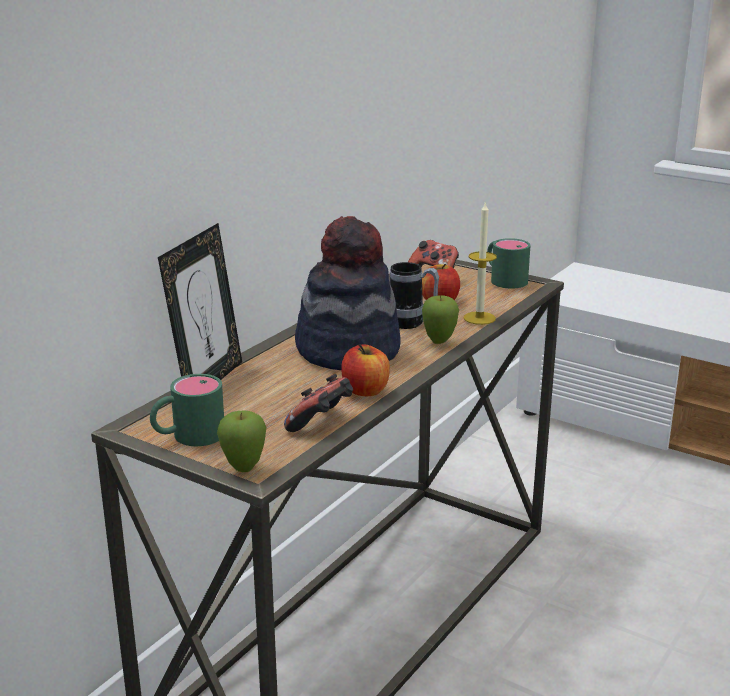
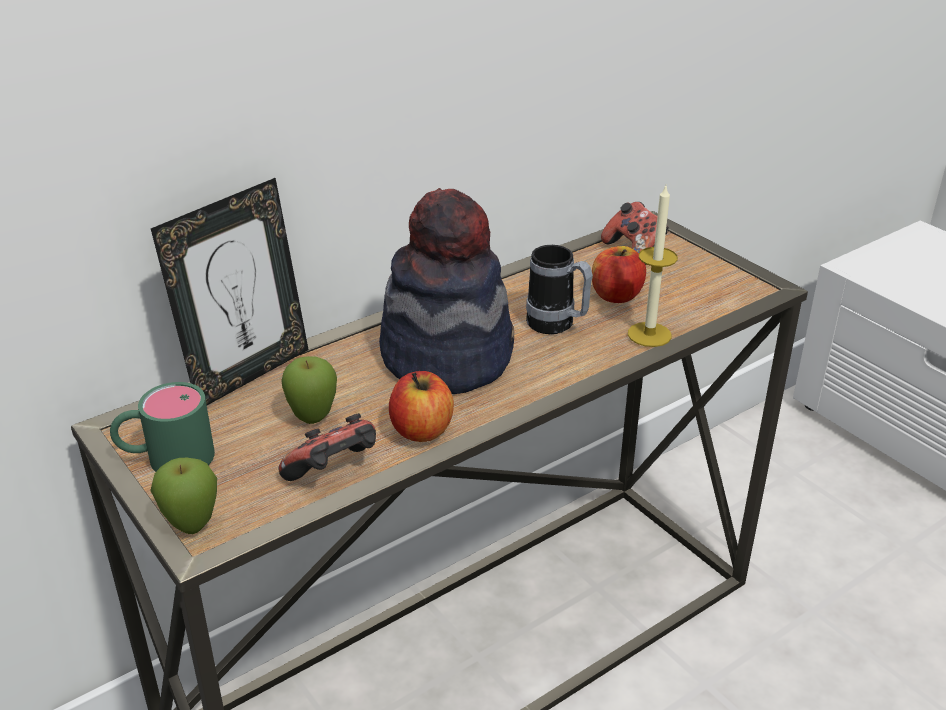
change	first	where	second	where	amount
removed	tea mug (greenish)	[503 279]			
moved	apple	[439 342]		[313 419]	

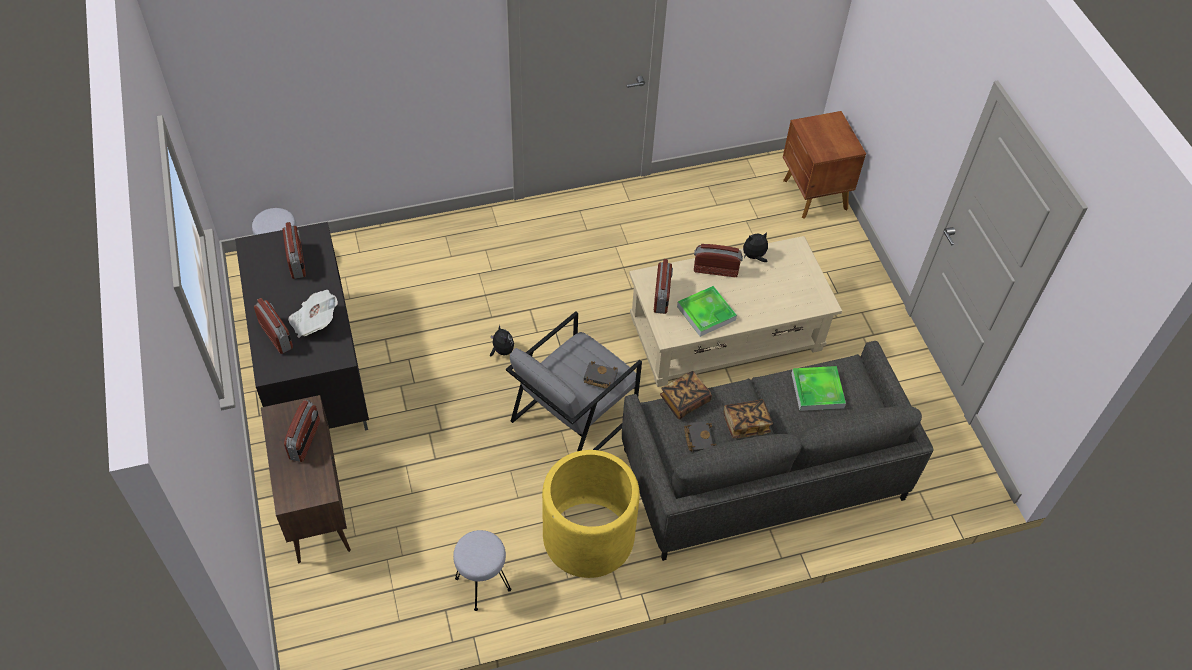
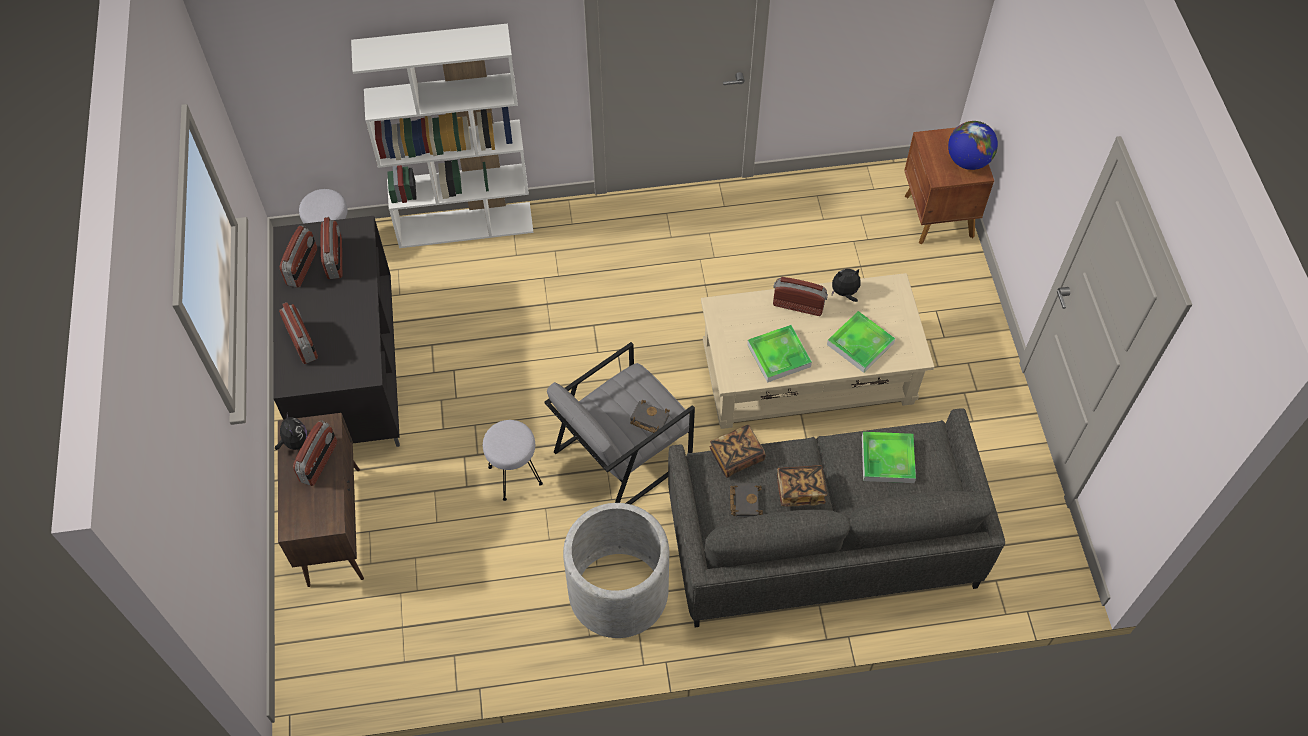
change	first	where	second	where	amount
removed	newspaper	[314 322]			
added			shelving unit (white)	[465 225]	
added			carrying tray	[860 344]	
added			world globe	[968 161]	
moved	sitting stool (greyish)	[482 584]		[514 476]	
moved	cuddly toy	[502 351]		[295 442]	
moved	radio	[662 296]		[302 267]	
recoloured	flower pot (yellowish)	[588 537]	flower pot (greyish)	[618 592]	

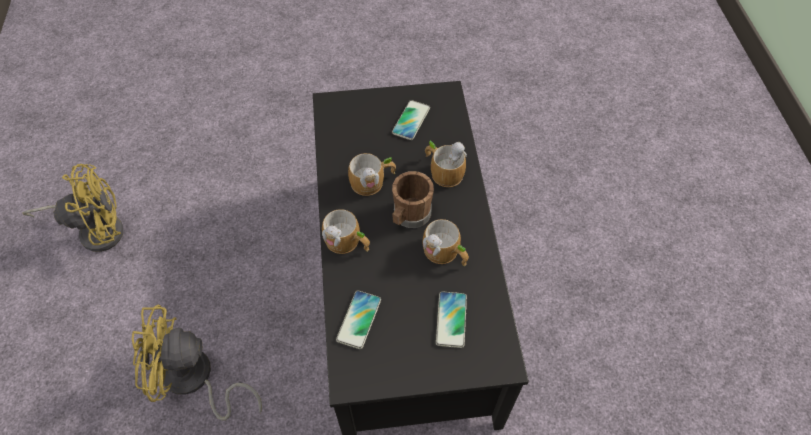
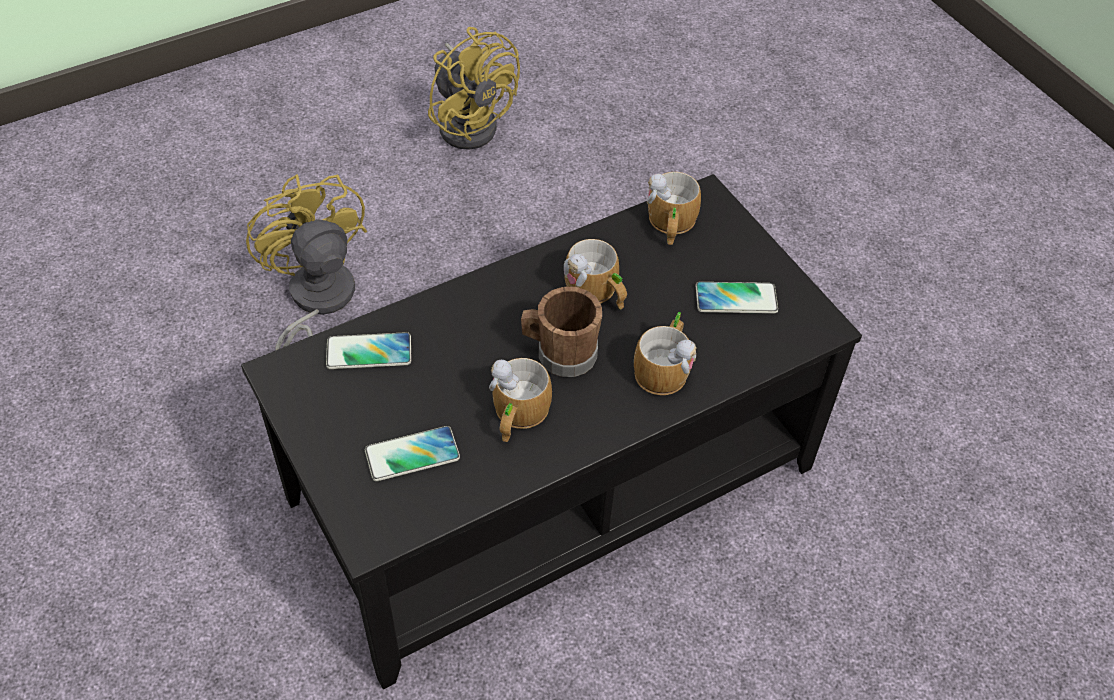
change	first	where	second	where	amount
moved	tea mug	[347 243]		[670 224]	

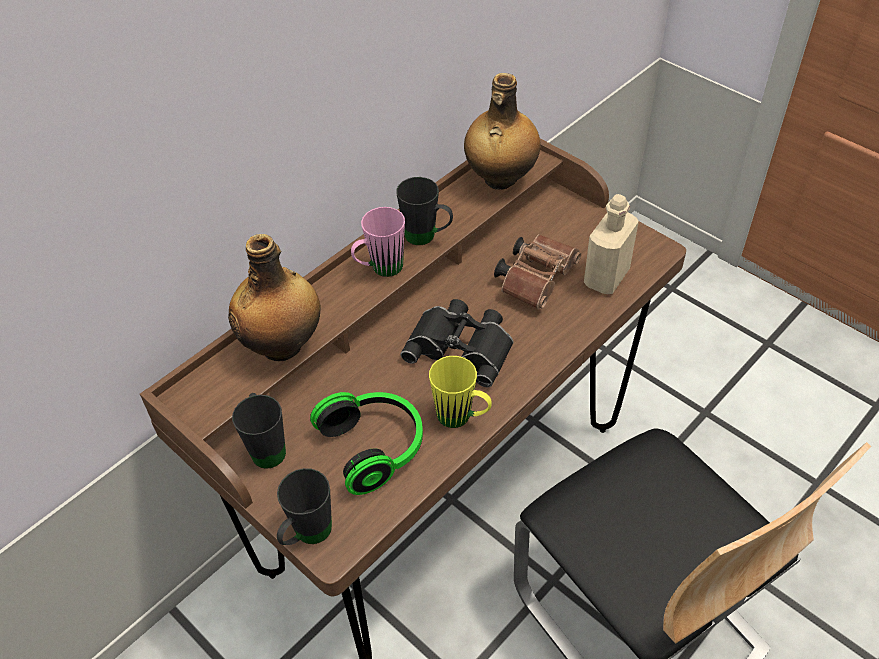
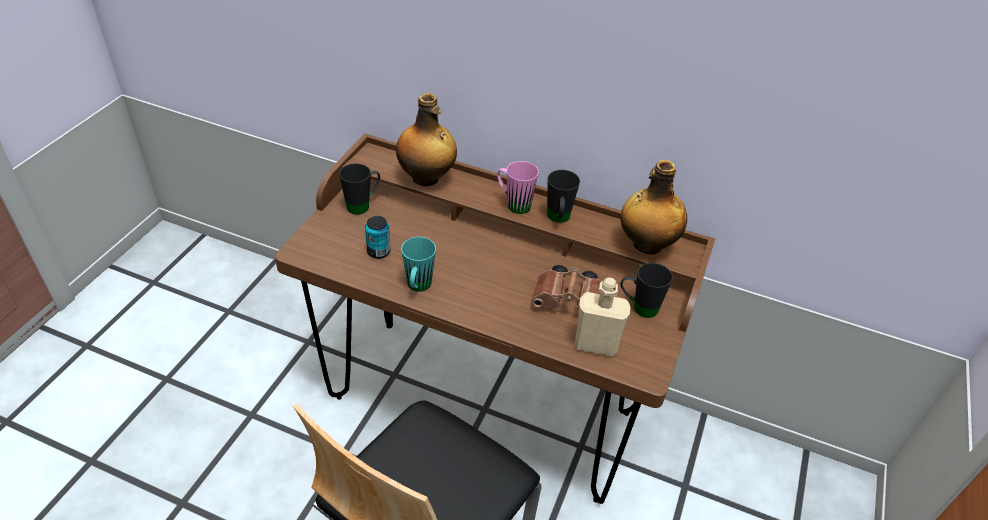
change	first	where	second	where	amount
removed	binoculars (black-coloured)	[462 345]			
moved	tea mug (black-coloured)	[307 536]		[638 307]	
replaced	headphones	[375 447]	can	[378 252]	
recoloured	tea mug (yellowish)	[462 418]	tea mug (turquoise)	[417 288]	

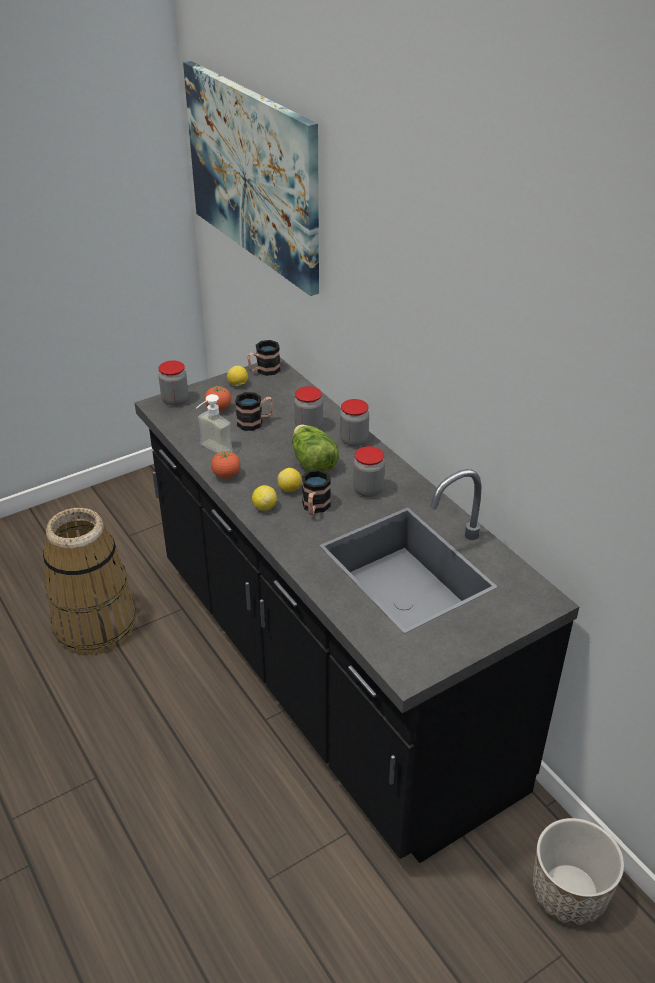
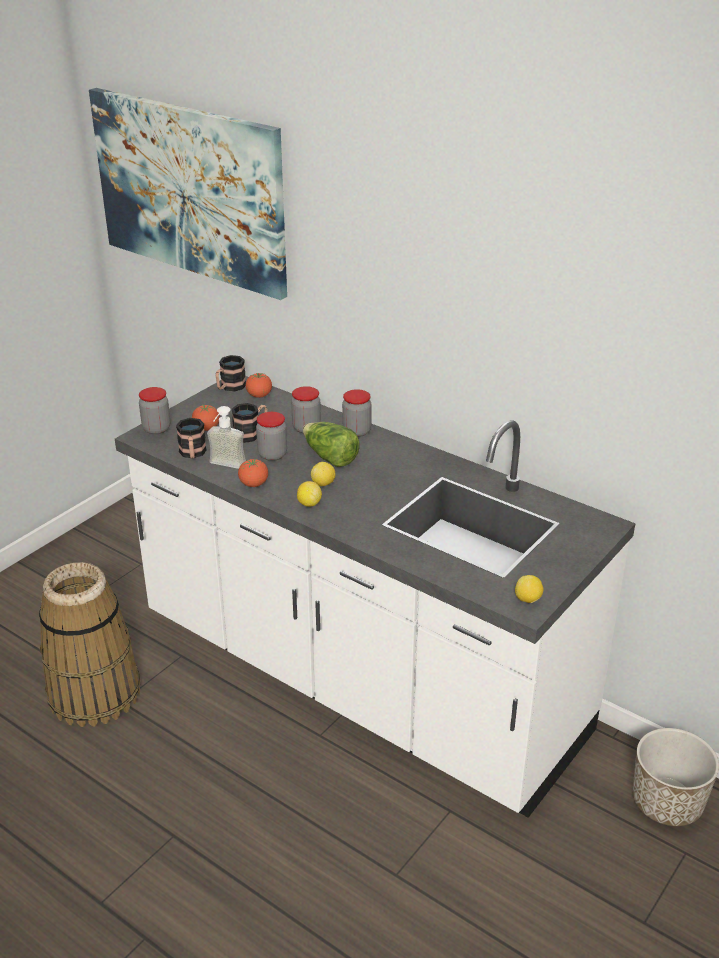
change	first	where	second	where	amount
added			fresh tomato	[259 396]	
moved	whole lemon	[238 385]		[528 600]	
moved	tea mug	[315 508]		[192 454]	
moved	storage jar	[368 490]		[272 455]	
recoloured	kitchen counter (black-coloured)	[327 673]	kitchen counter (white)	[359 678]	

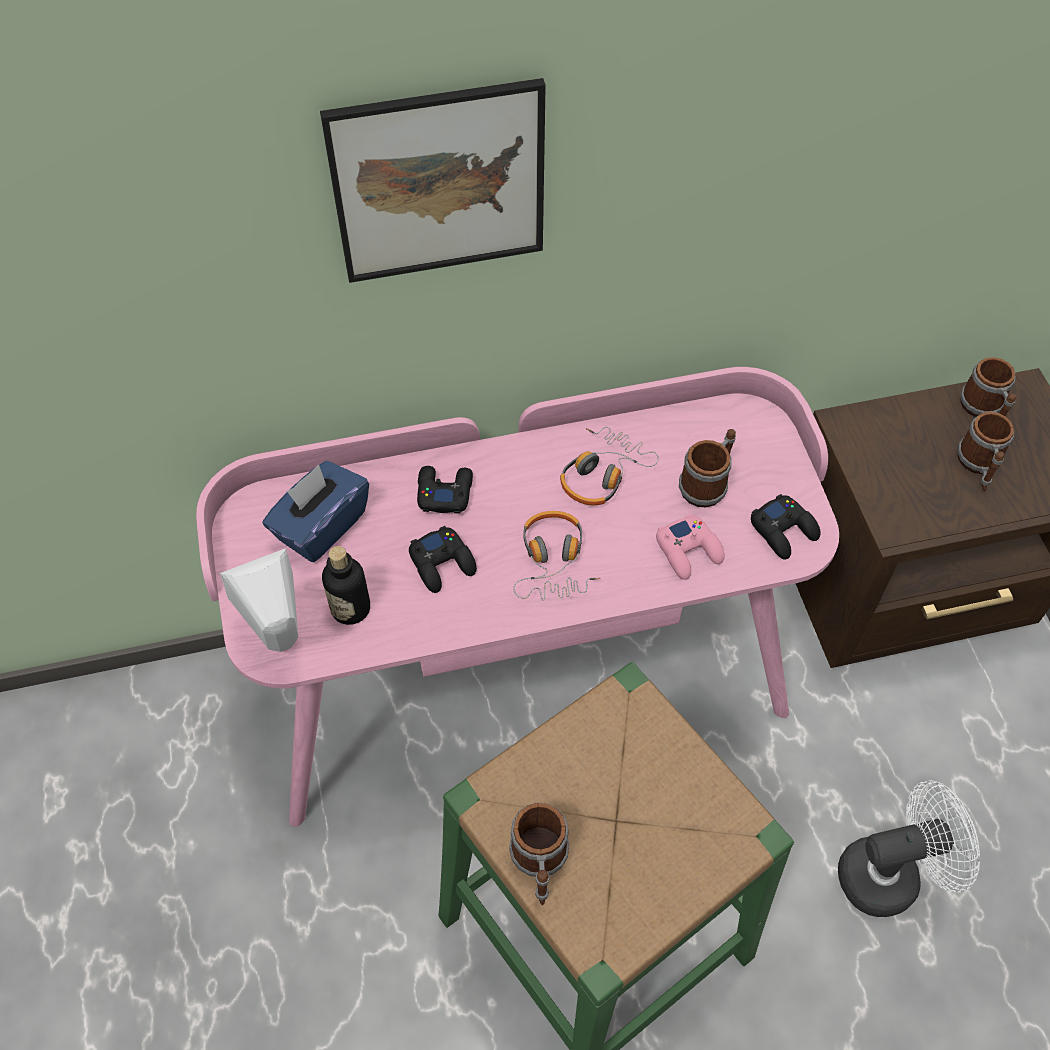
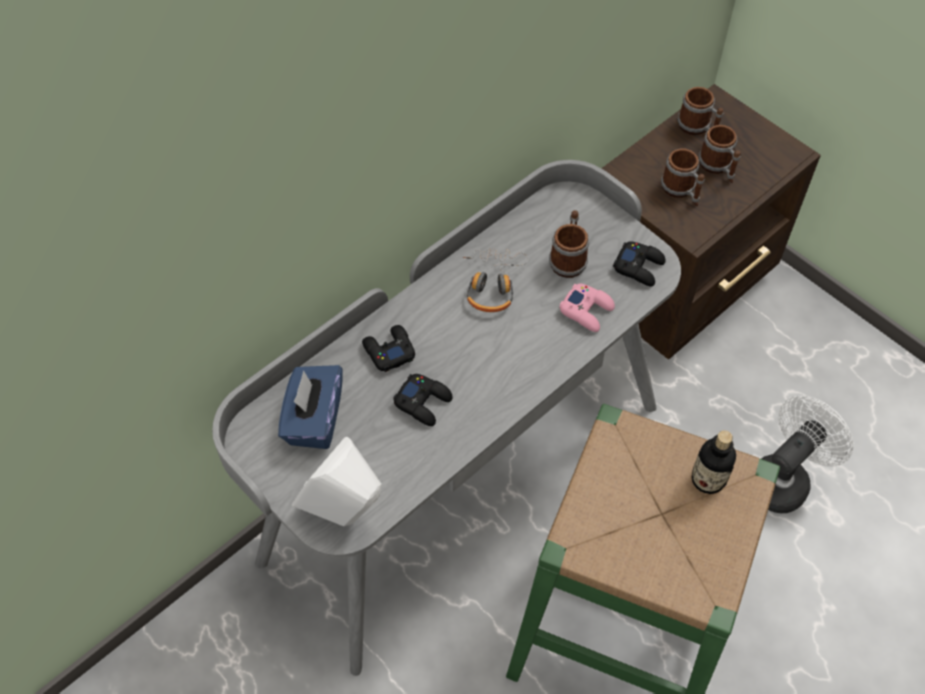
change	first	where	second	where	amount
removed	picture	[439 183]			
removed	headphones	[553 562]			
moved	bottle	[350 608]		[708 479]	
moved	tea mug	[539 863]		[681 191]	
recoloured	desk unit (pink)	[524 682]	desk unit (greyish)	[461 479]	

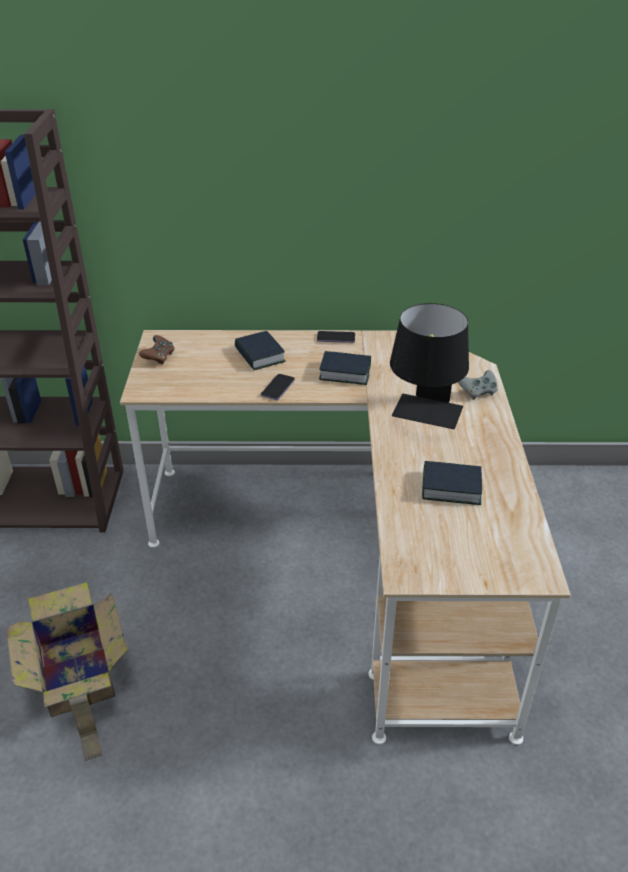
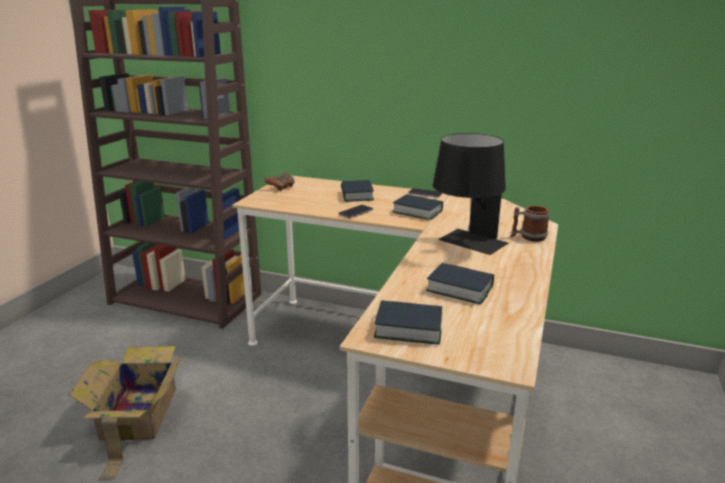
change	first	where	second	where	amount
added			volume	[408 328]	
replaced	gamepad (greyish)	[477 392]	tea mug	[528 237]	

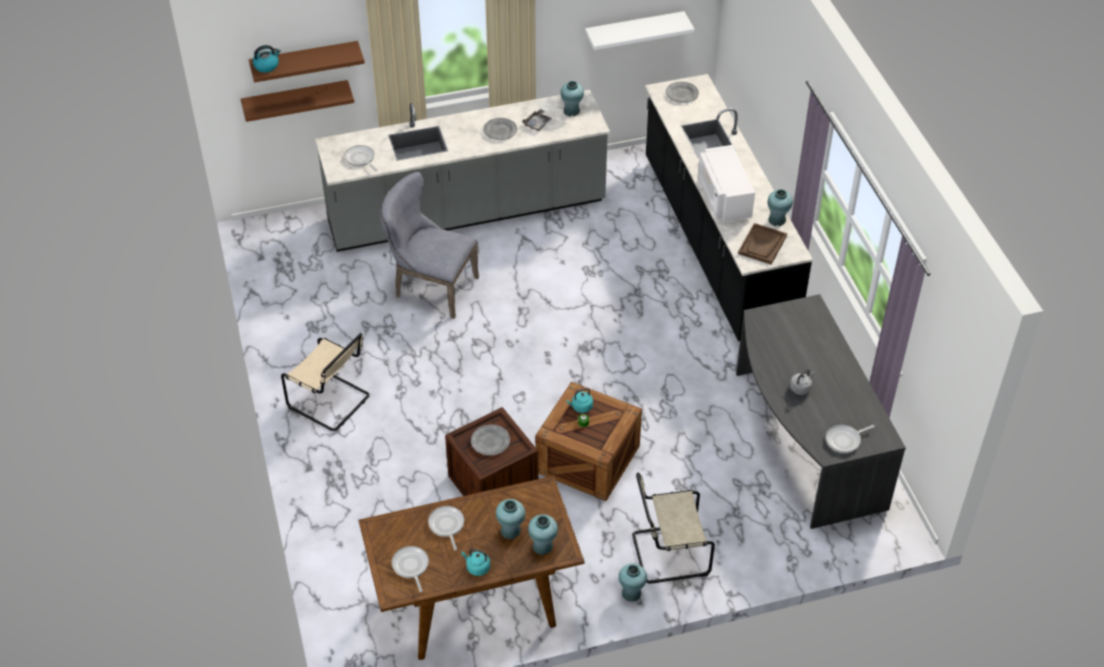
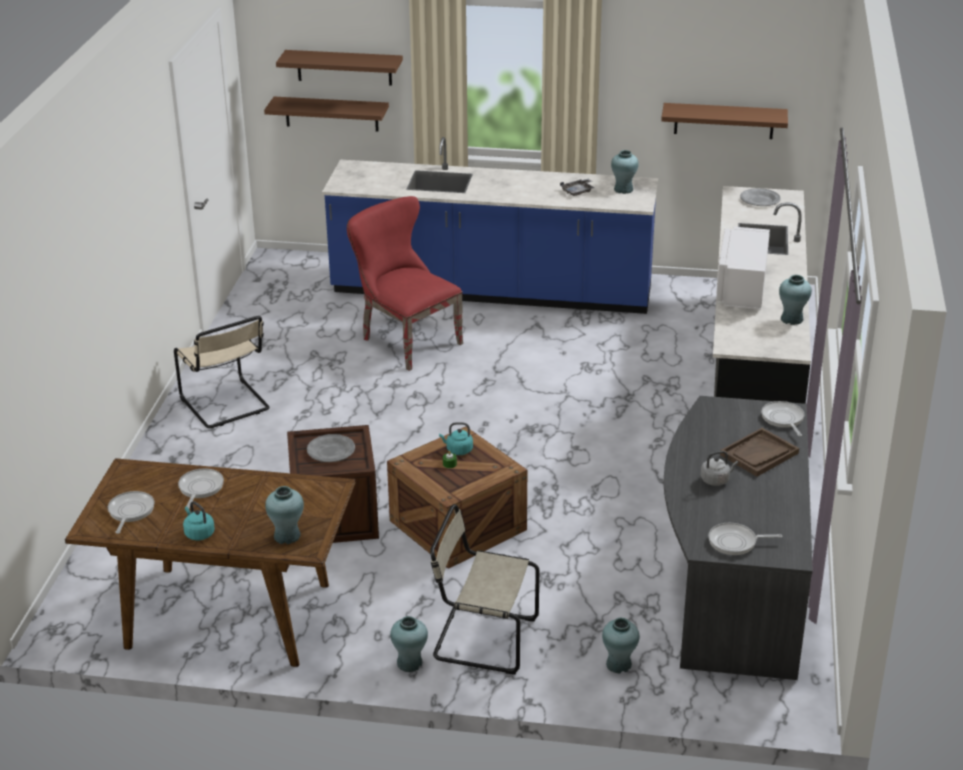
change	first	where	second	where	amount
removed	tea kettle	[266 66]			
removed	flat dish (greyish)	[500 131]			
moved	frying pan	[360 159]		[783 419]	
moved	decorative vase (turquoise)	[510 530]		[619 664]	
moved	carrying tray (brown)	[762 245]		[759 454]	
recoloured	kitchen counter (greyish)	[467 213]	kitchen counter (bluish)	[491 292]	
recoloured	plain chair (greyish)	[430 287]	plain chair (reddish)	[405 340]	
recoloured	shelf (white)	[634 30]	shelf (brown)	[724 121]	

